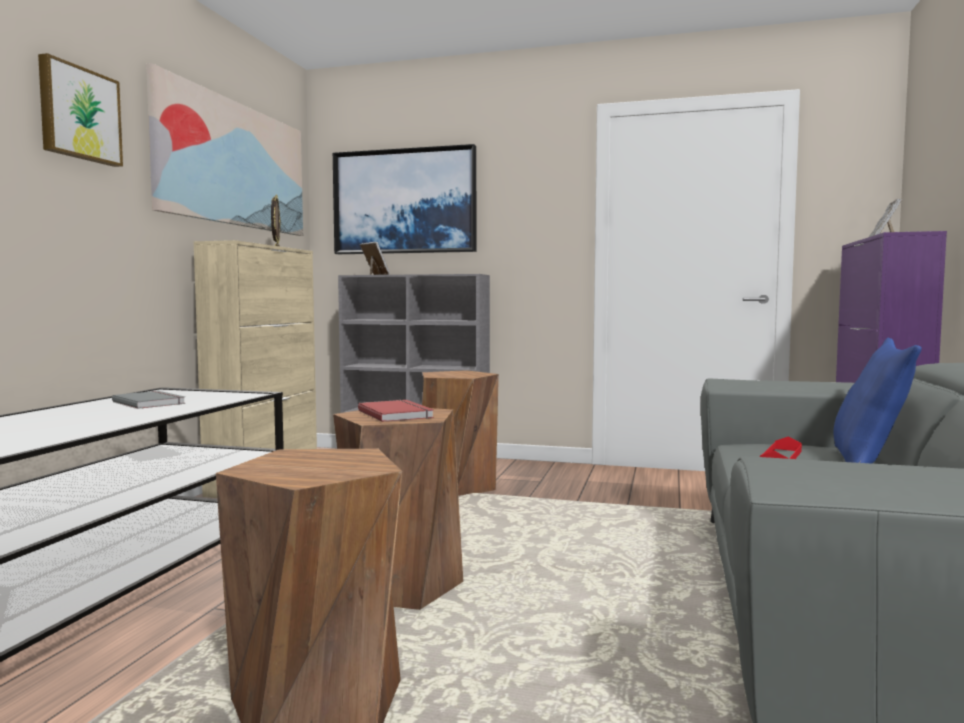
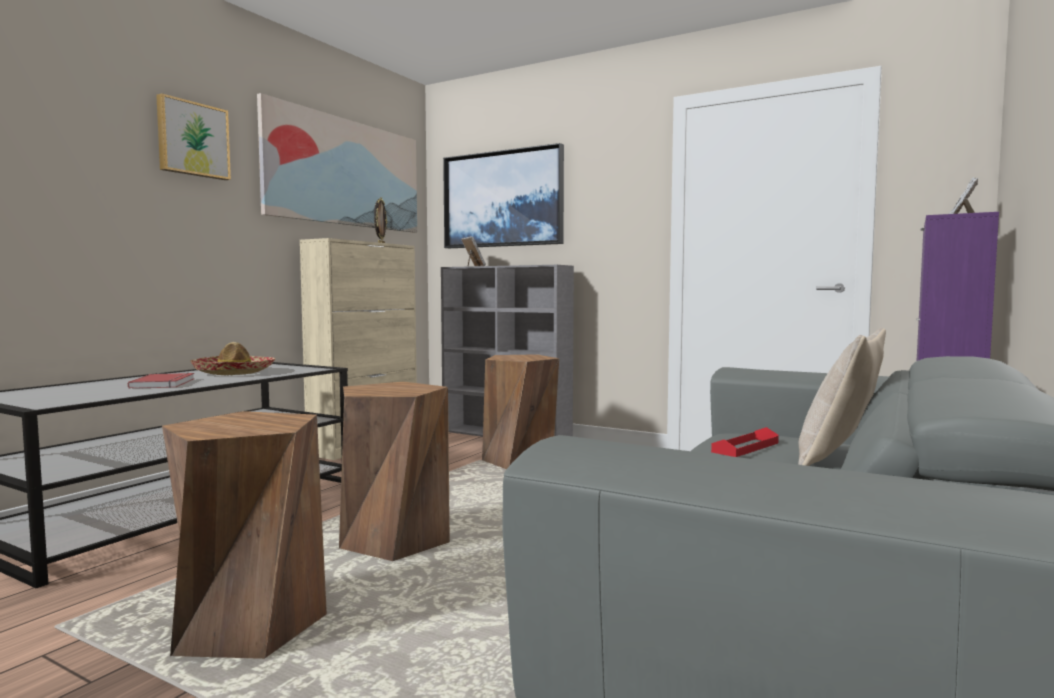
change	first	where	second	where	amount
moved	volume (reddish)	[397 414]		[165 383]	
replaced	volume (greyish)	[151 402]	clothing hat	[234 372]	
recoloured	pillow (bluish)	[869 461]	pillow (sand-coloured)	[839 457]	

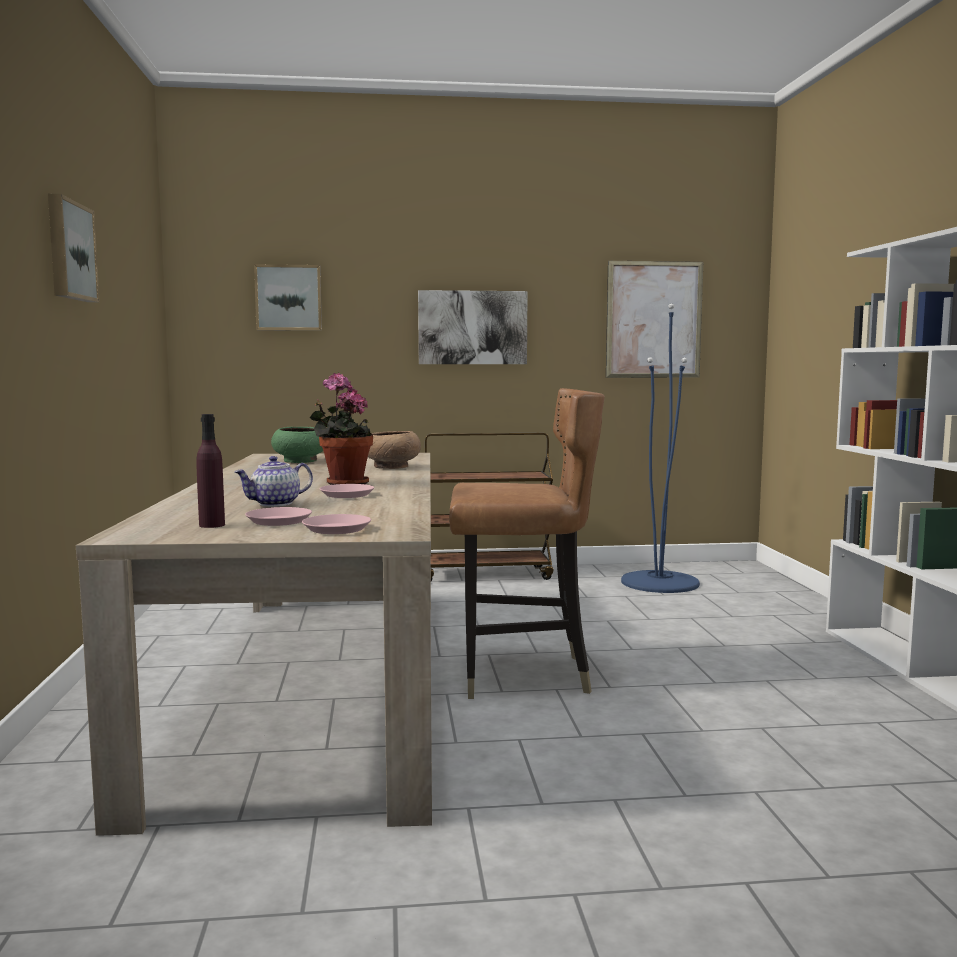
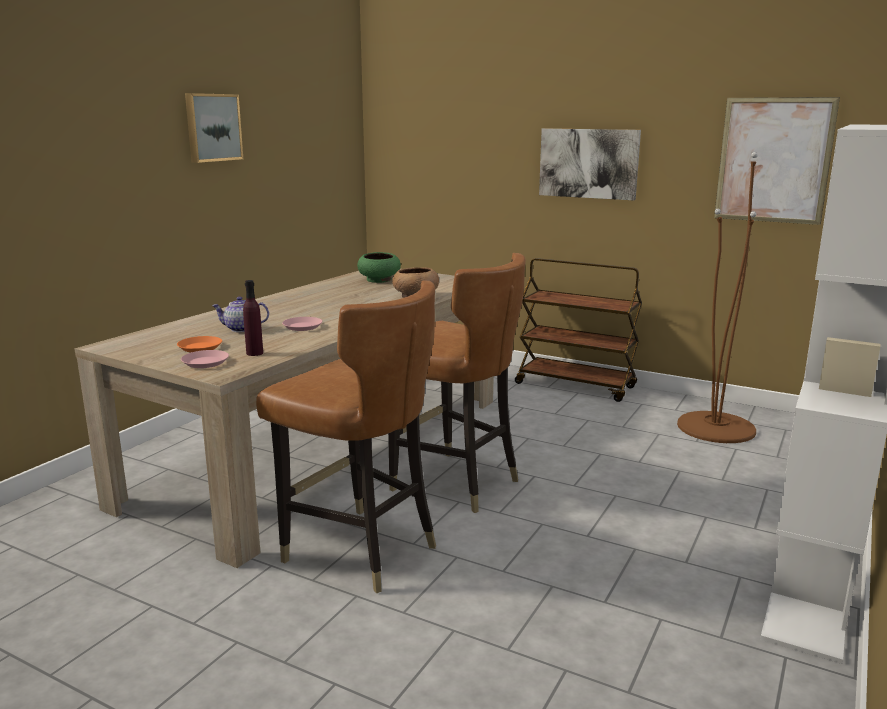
change	first	where	second	where	amount
removed	picture	[288 298]			
removed	houseplant	[343 483]			
added			plain chair (brown)	[360 550]	
moved	bottle (purple-coloured)	[212 525]		[254 353]	
recoloured	flat dish (pink)	[279 521]	flat dish (orangey)	[200 347]	
recoloured	standard lamp (bluish)	[659 582]	standard lamp (brown)	[716 427]	

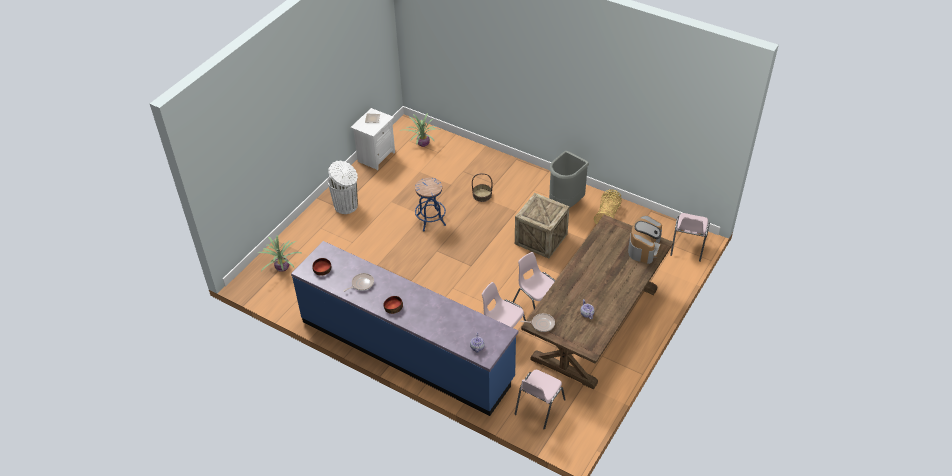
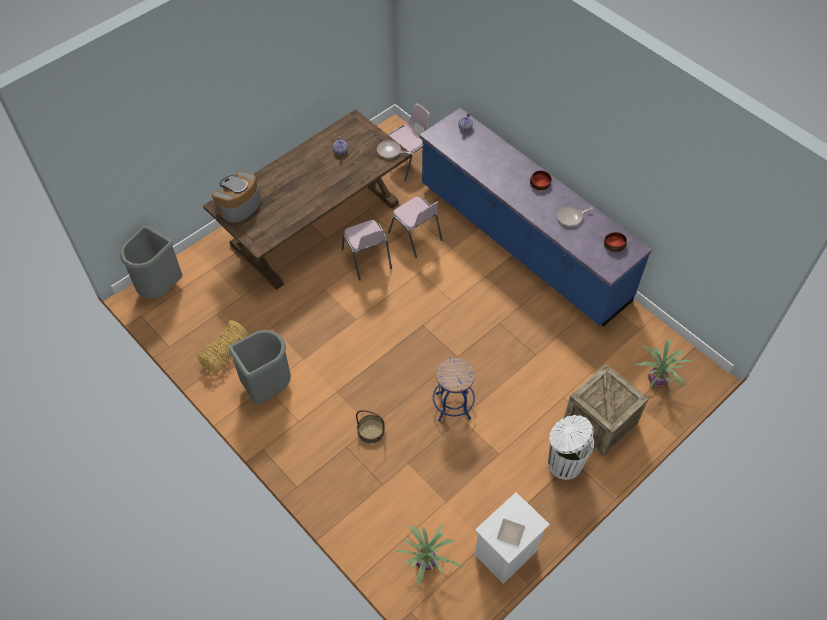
change	first	where	second	where	amount
moved	shipping crate	[541 239]		[600 422]	
replaced	plain chair (pink)	[687 246]	waste bin (greyish)	[160 287]	

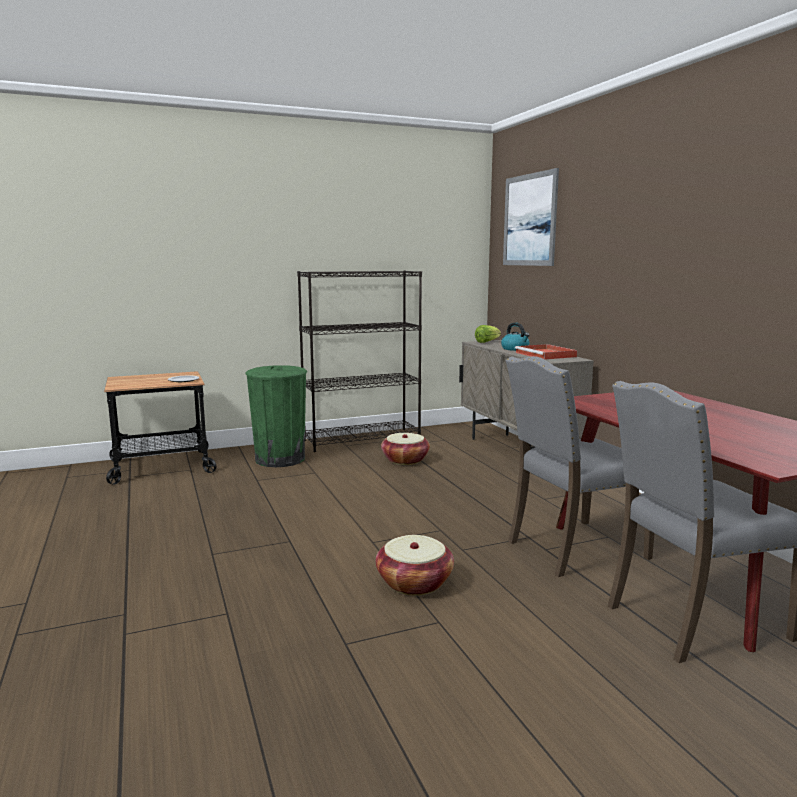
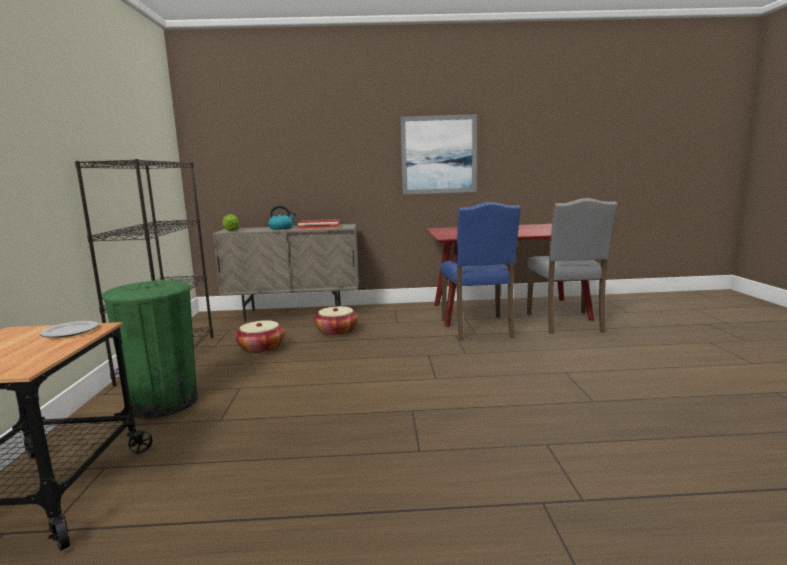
change	first	where	second	where	amount
moved	basket	[414 583]		[337 331]	
moved	picture	[529 220]		[438 155]	
recoloured	plain chair (greyish)	[572 549]	plain chair (bluish)	[478 328]	

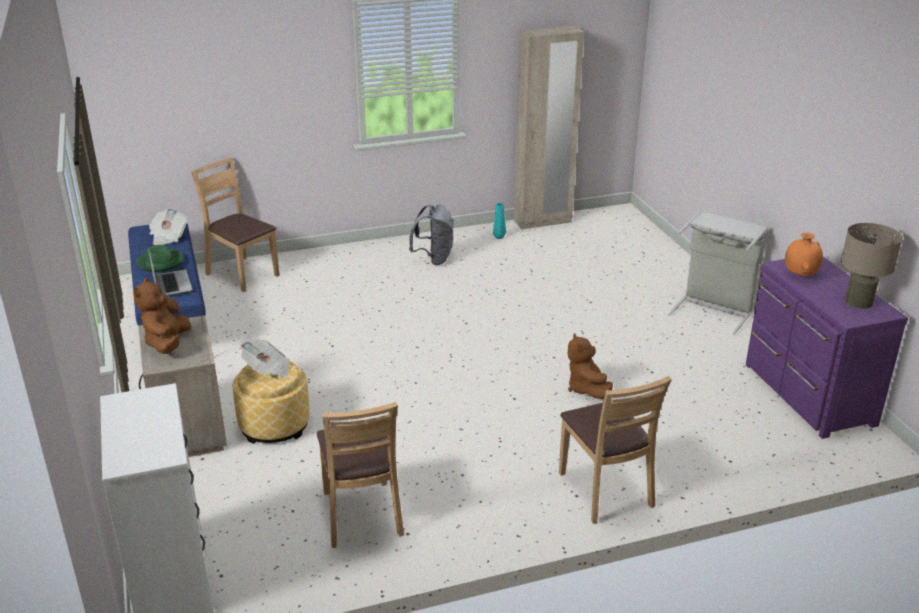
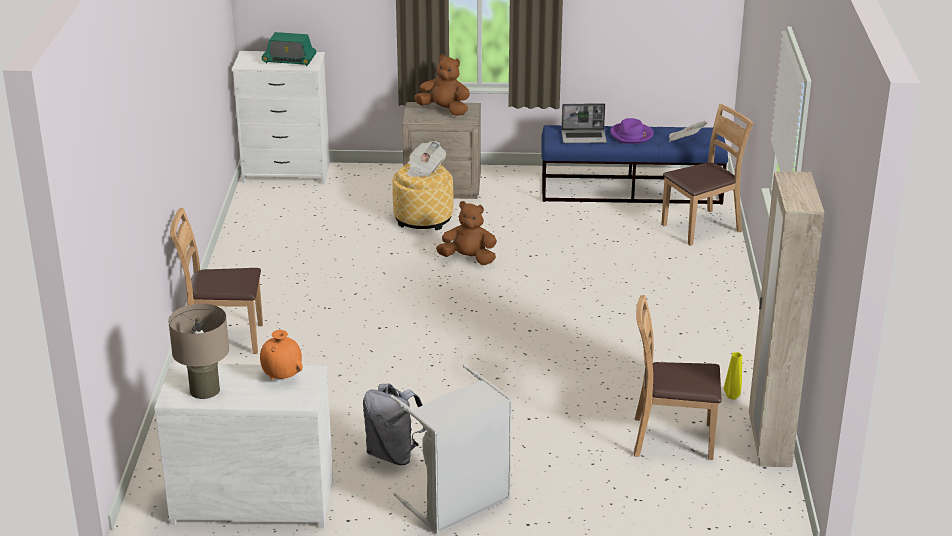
change	first	where	second	where	amount
added			radio	[289 60]	
moved	plain chair (brown)	[361 514]		[671 439]	
moved	backpack (greyish)	[434 259]		[393 454]	
moved	cuddly toy (brown)	[586 389]		[468 259]	
recoloured	clothing hat (greenish)	[160 262]	clothing hat (purple-coloured)	[631 135]	
recoloured	decorative vase (turquoise)	[499 237]	decorative vase (yellowish)	[731 396]	
recoloured	chest of drawers (purple-coloured)	[806 395]	chest of drawers (white)	[252 499]	

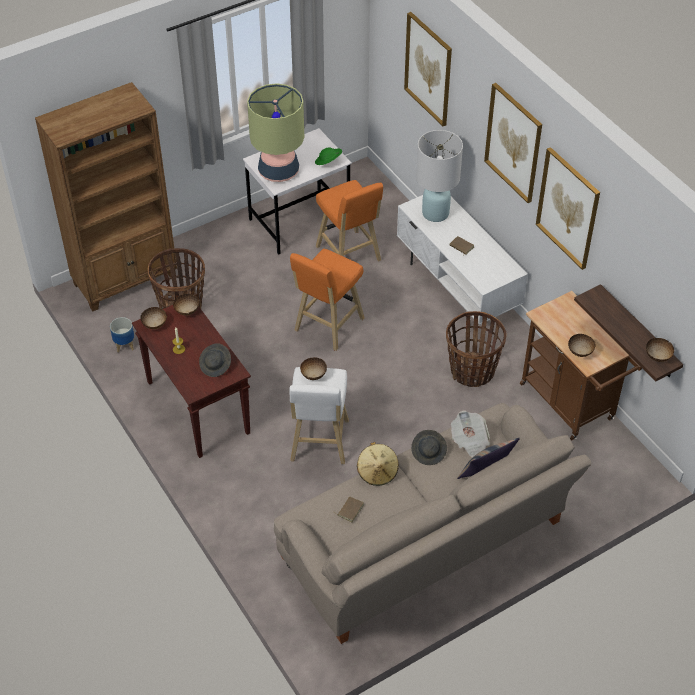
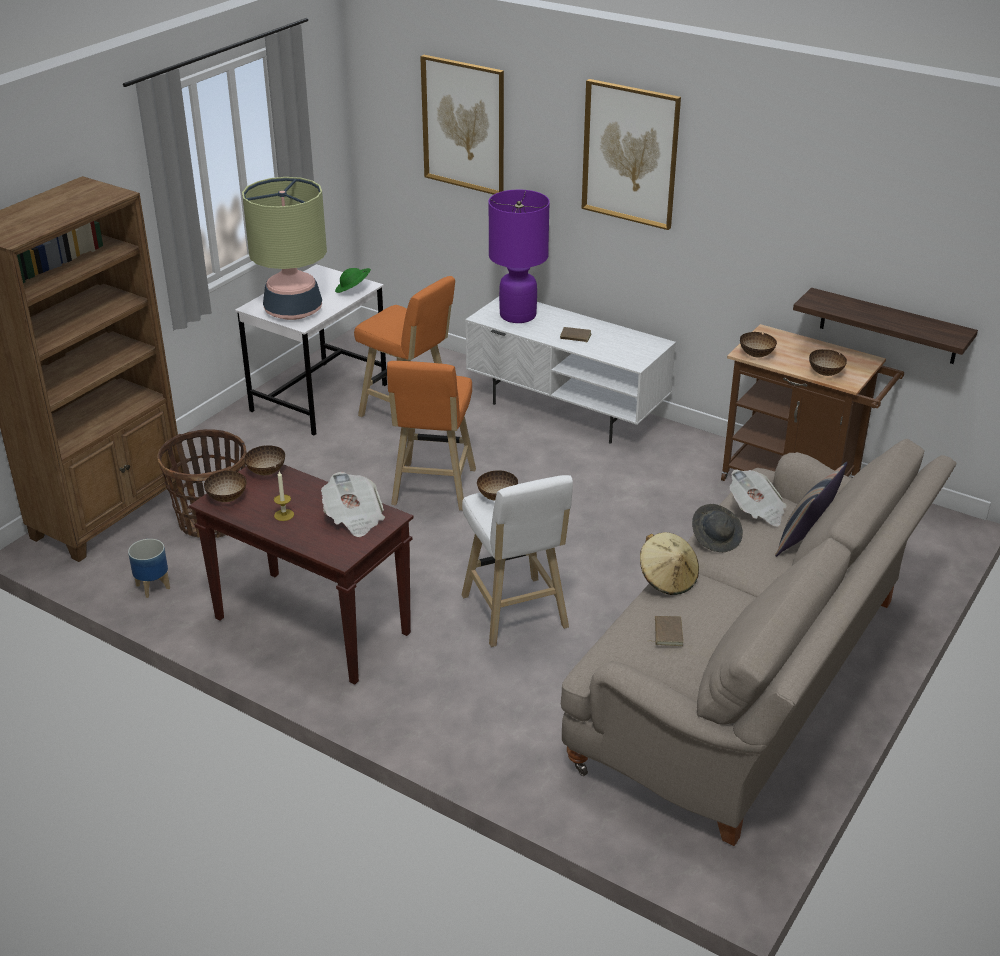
change	first	where	second	where	amount
removed	basket	[472 371]			
removed	picture	[568 208]			
moved	serving bowl	[657 357]		[756 355]	
replaced	clothing hat (greyish)	[216 366]	newspaper	[354 518]	
recoloured	tabletop lamp (white)	[435 213]	tabletop lamp (purple-coloured)	[518 315]	

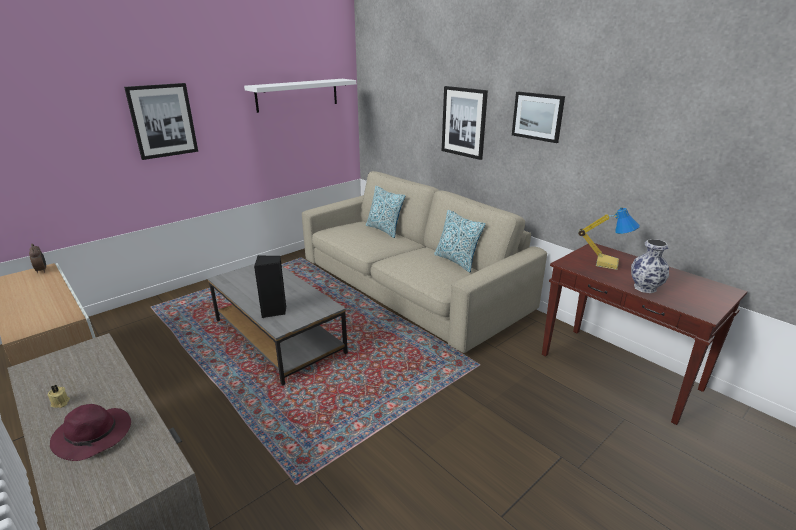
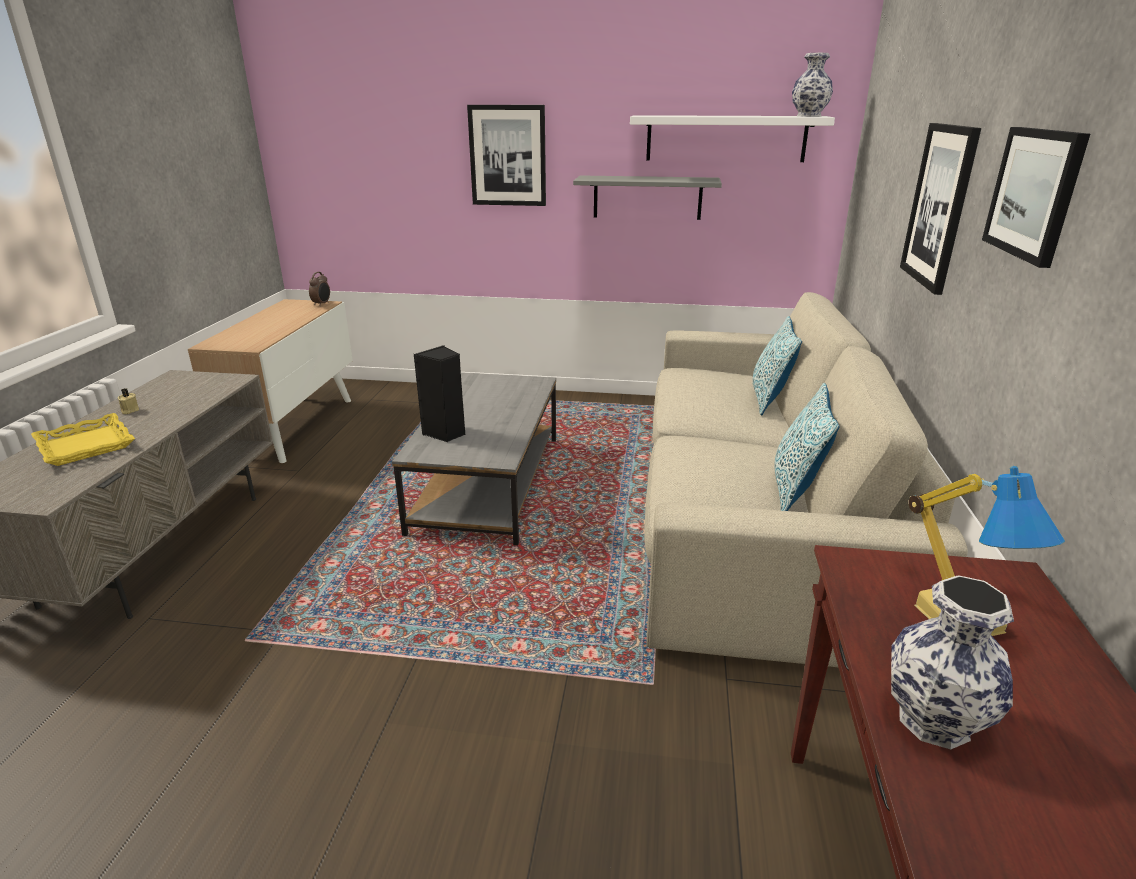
change	first	where	second	where	amount
added			shelf (greyish)	[647 197]	
added			decorative vase	[808 116]	
replaced	clothing hat (purple-coloured)	[94 436]	carrying tray (yellowish)	[86 445]	

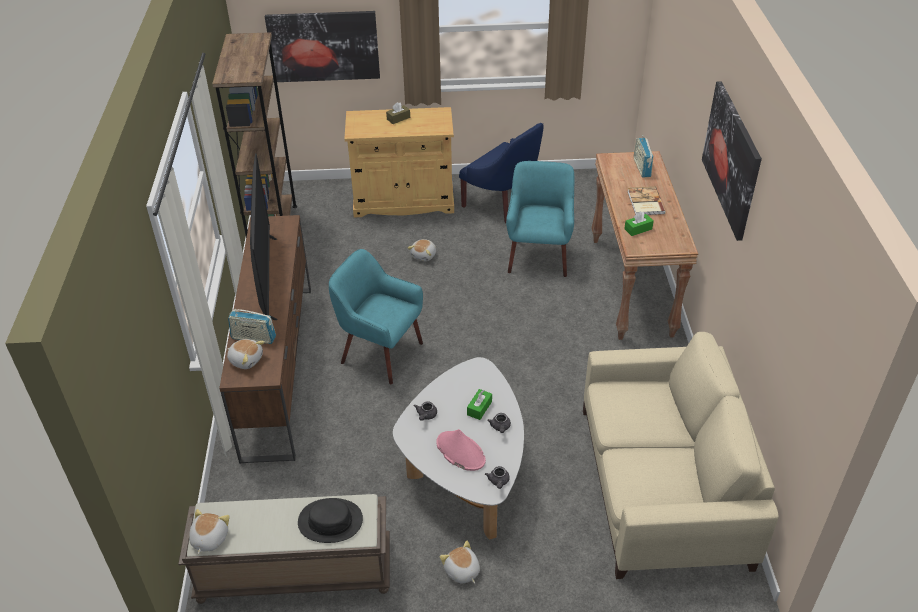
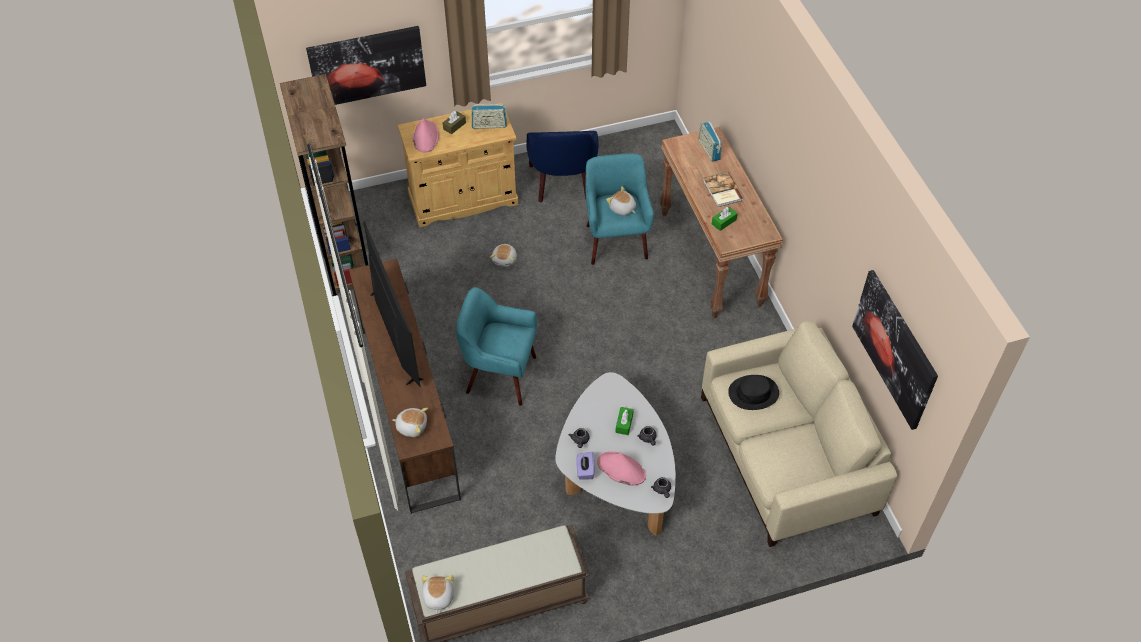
change	first	where	second	where	amount
added			clothing hat (pink)	[425 137]	
added			tissue box (purple-coloured)	[585 470]	
moved	radio	[253 338]		[489 125]	
moved	clothing hat (black-coloured)	[330 521]		[753 393]	
moved	cuddly toy	[462 571]		[622 209]	
moved	picture	[731 159]		[895 349]	
turned	easy chair (bluish)	[503 202]		[563 183]	60 degrees clockwise

